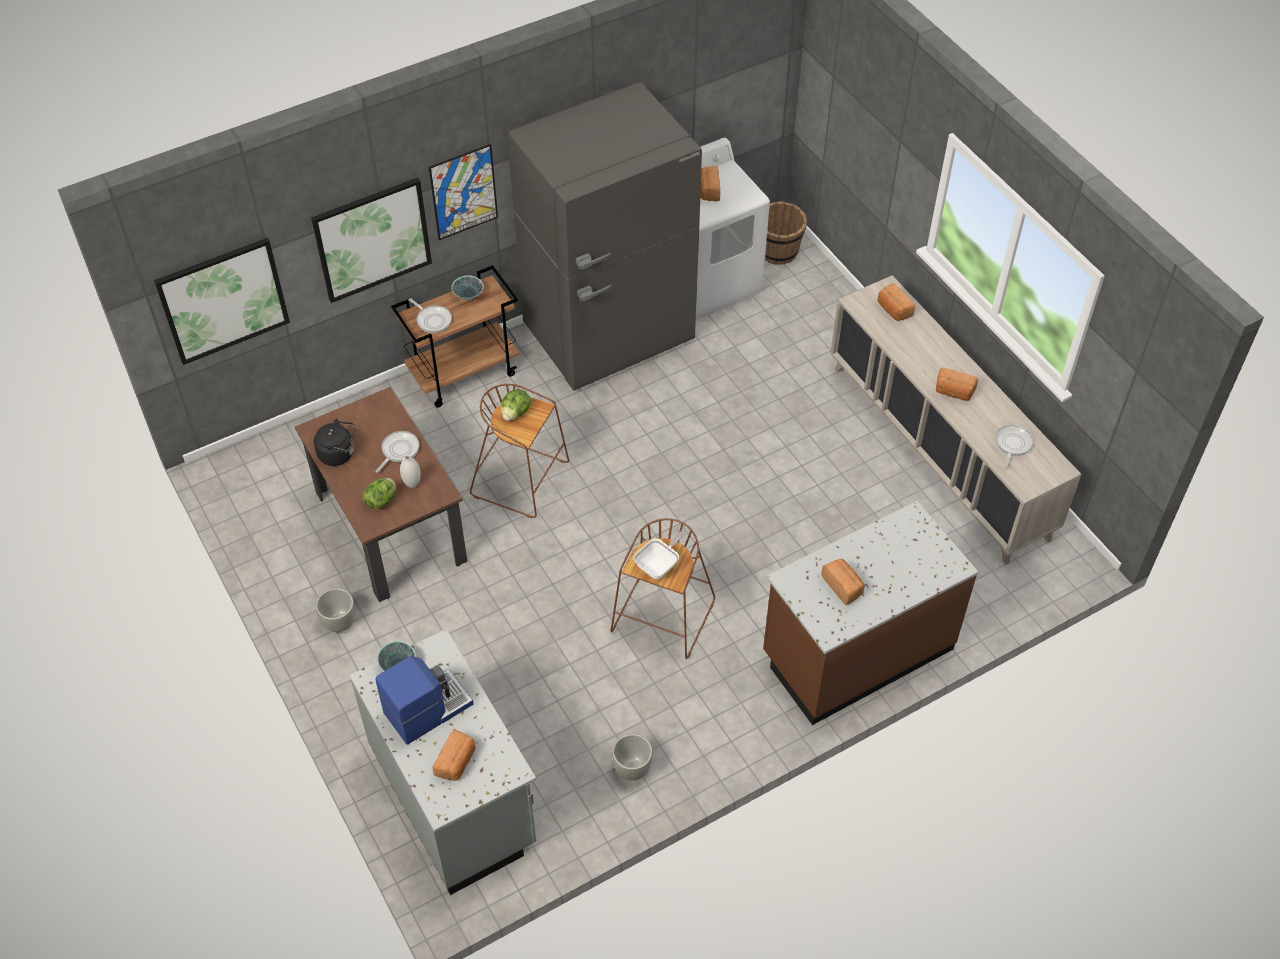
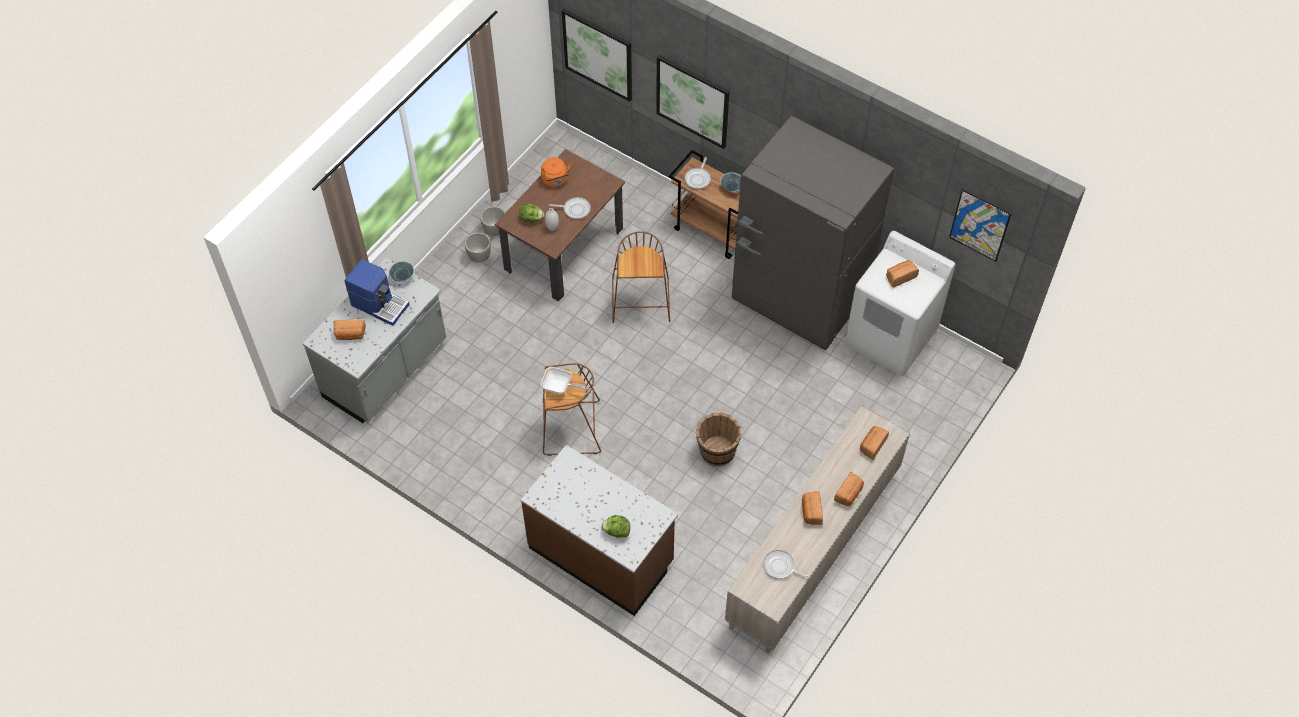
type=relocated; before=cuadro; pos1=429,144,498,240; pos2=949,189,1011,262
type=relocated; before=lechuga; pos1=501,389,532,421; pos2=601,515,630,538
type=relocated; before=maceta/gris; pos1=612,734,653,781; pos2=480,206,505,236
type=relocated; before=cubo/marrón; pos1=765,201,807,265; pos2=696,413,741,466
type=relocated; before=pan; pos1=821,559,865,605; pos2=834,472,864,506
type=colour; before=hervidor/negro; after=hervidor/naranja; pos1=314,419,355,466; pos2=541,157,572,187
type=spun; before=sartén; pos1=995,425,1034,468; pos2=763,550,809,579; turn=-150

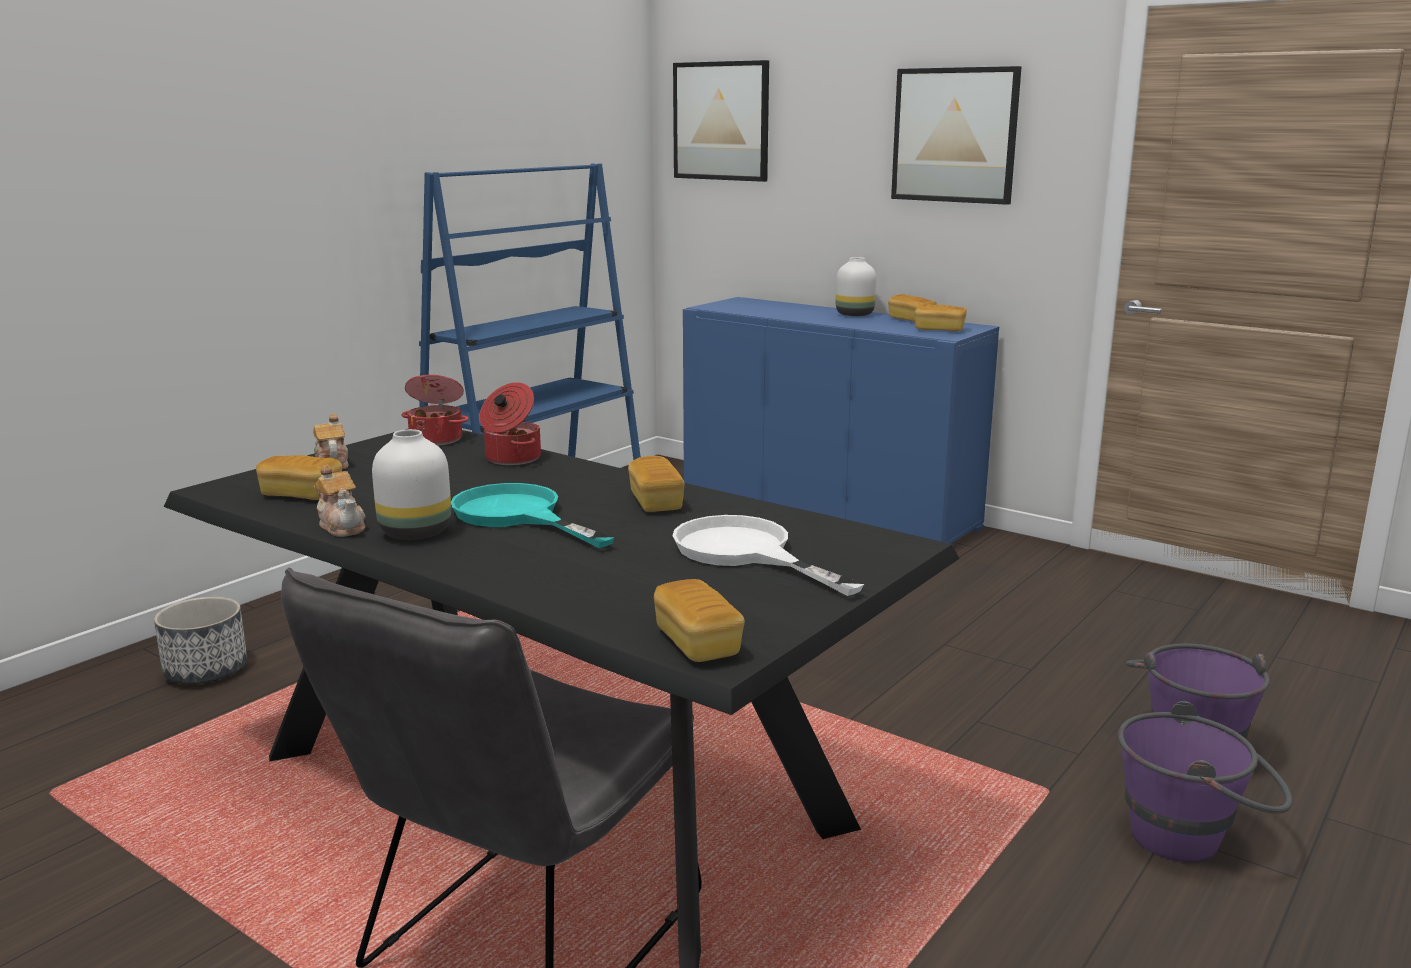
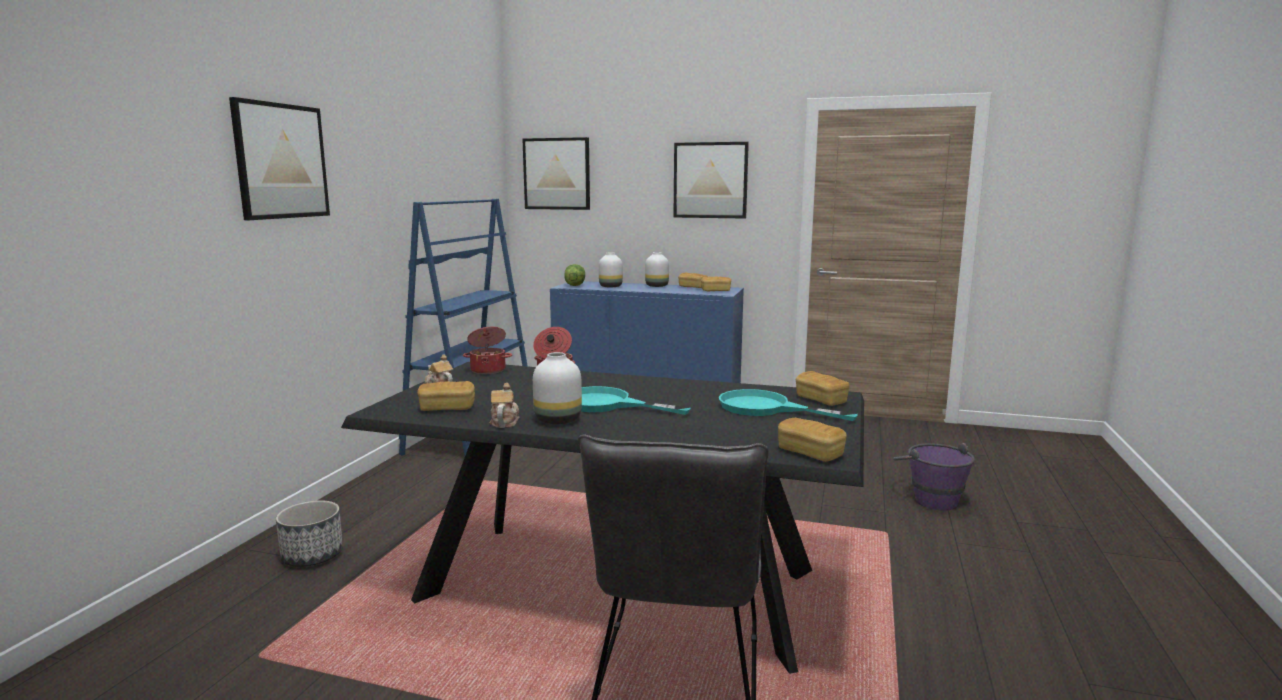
type=missing; before=cubo/morado; pos1=1118,701,1293,862
type=appeared; after=cuadro; pos2=229,97,330,220
type=appeared; after=lechuga; pos2=564,264,585,286
type=appeared; after=florero/blanco; pos2=599,253,623,287
type=relocated; before=pan; pos1=628,456,685,512; pos2=796,371,849,406
type=colour; before=sartén/blanco; after=sartén/turquesa; pos1=672,515,864,596; pos2=719,389,858,421
type=spun; before=tetera; pos1=314,464,366,537; pos2=490,383,519,428; turn=-120

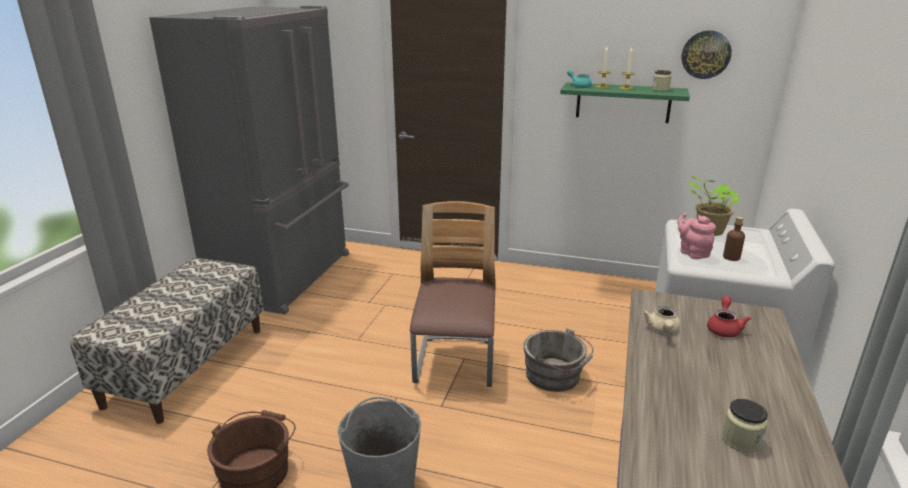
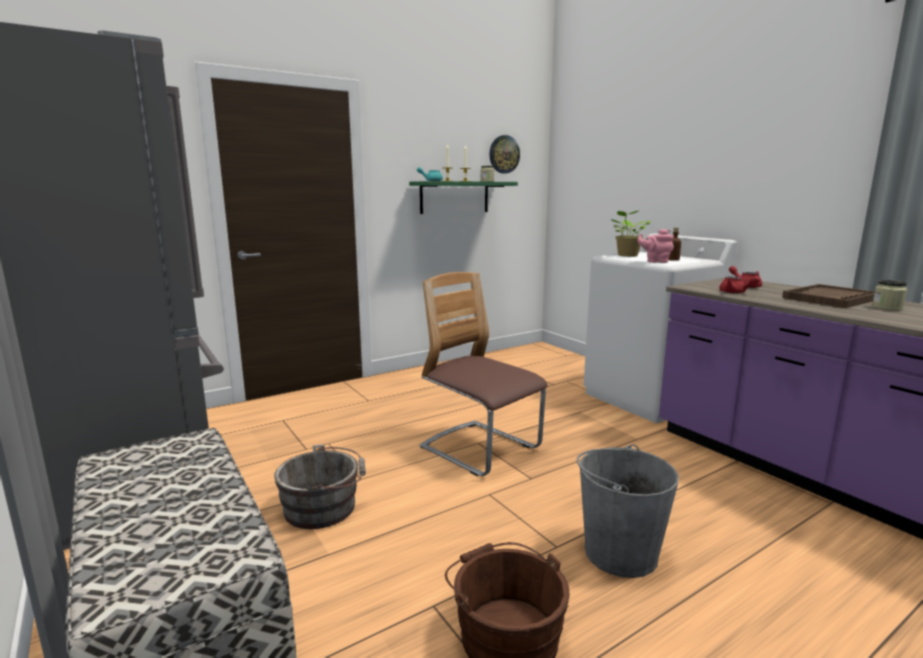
type=appeared; after=bandeja/marrón; pos2=782,284,875,308
type=relocated; before=cubo/gris; pos1=523,328,593,392; pos2=274,444,366,529
type=colour; before=tetera/beis; after=tetera/rojo; pos1=642,306,680,334; pos2=719,276,760,293

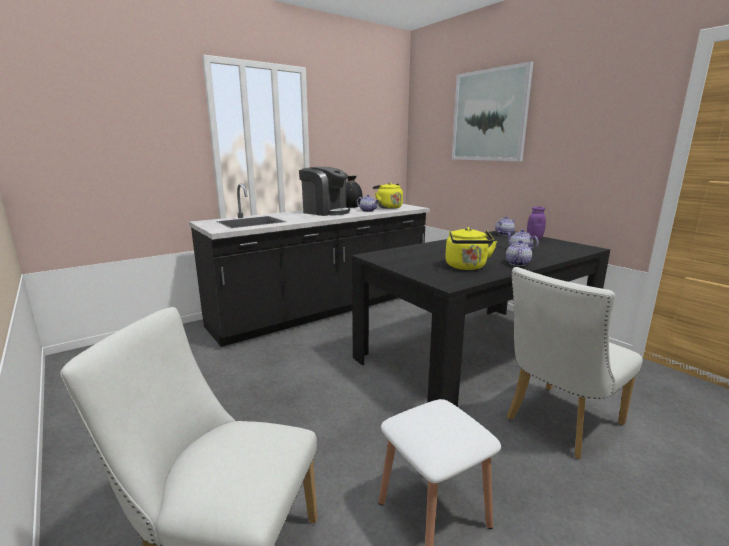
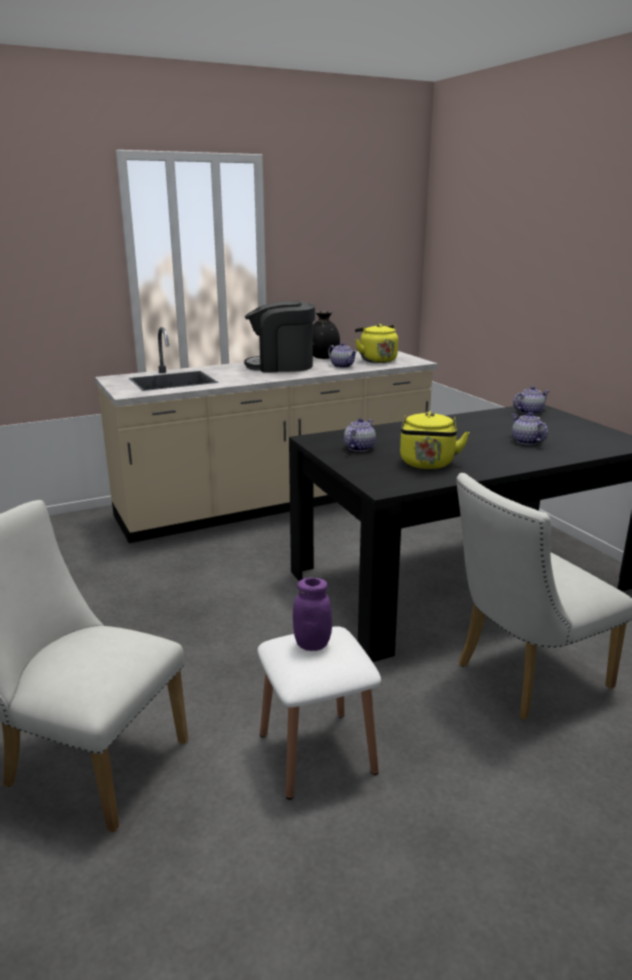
type=missing; before=cuadro; pos1=452,61,533,161
type=relocated; before=tetera; pos1=506,240,532,266; pos2=344,418,376,452
type=relocated; before=tarro/morado; pos1=527,207,546,239; pos2=293,578,332,651
type=colour; before=mueble bajo de cocina/negro; after=mueble bajo de cocina/beis; pos1=189,184,430,347; pos2=95,327,438,543
type=spun; before=cafetera; pos1=299,167,350,216; pos2=244,301,315,372; turn=135

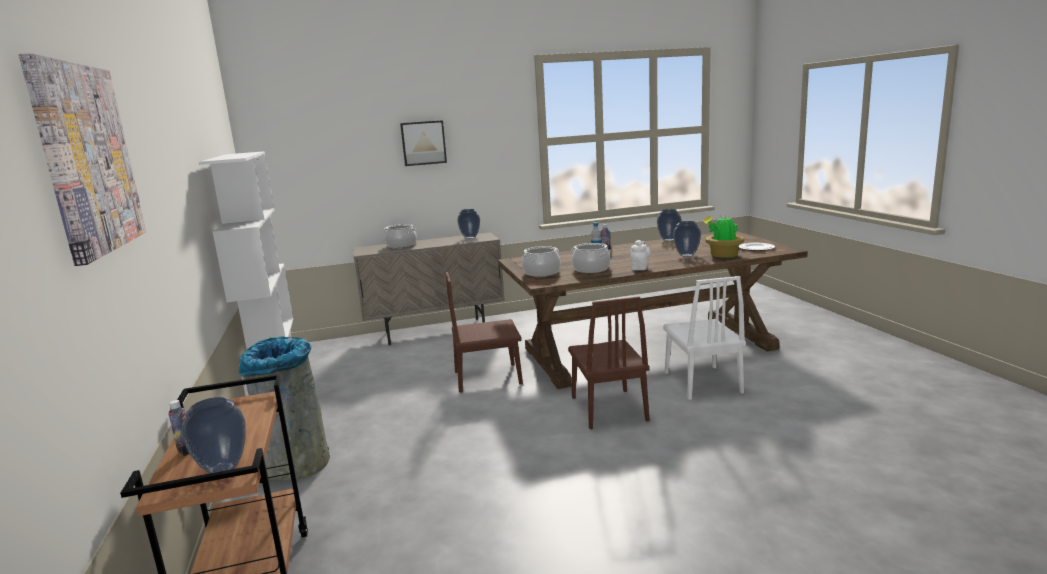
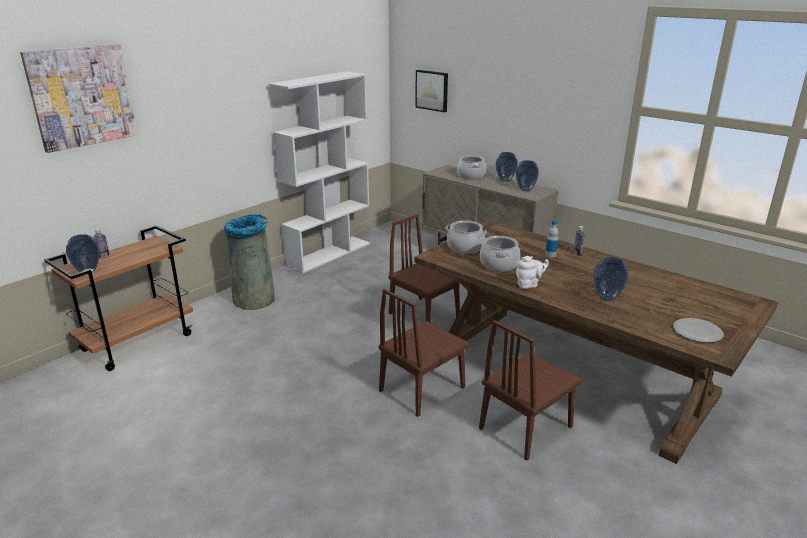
type=missing; before=planta en maceta; pos1=704,213,744,258
type=relocated; before=cuadro; pos1=400,120,447,166; pos2=415,70,448,112
type=relocated; before=florero; pos1=657,209,682,241; pos2=496,152,518,182
type=colour; before=silla/blanco; after=silla/marrón; pos1=663,276,746,400; pos2=479,320,582,461

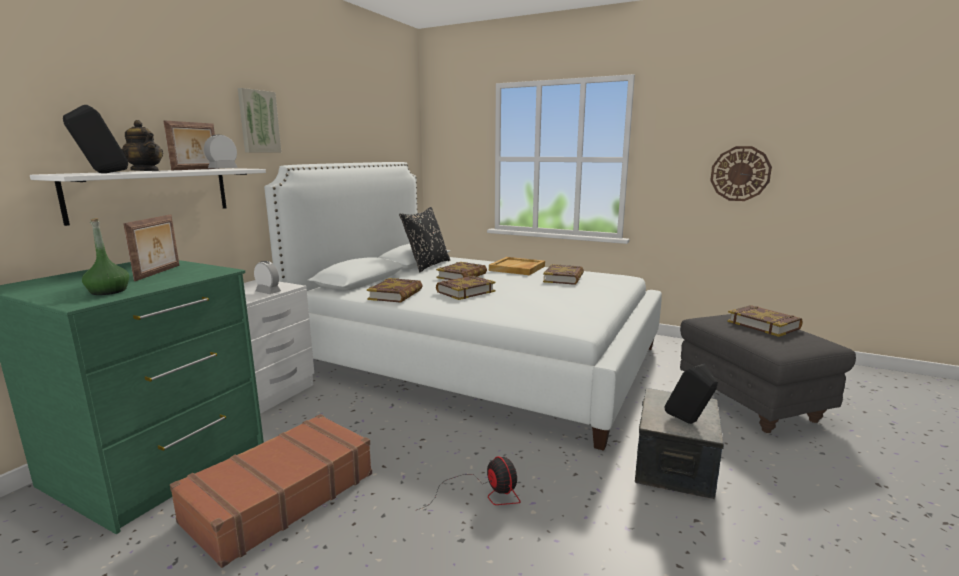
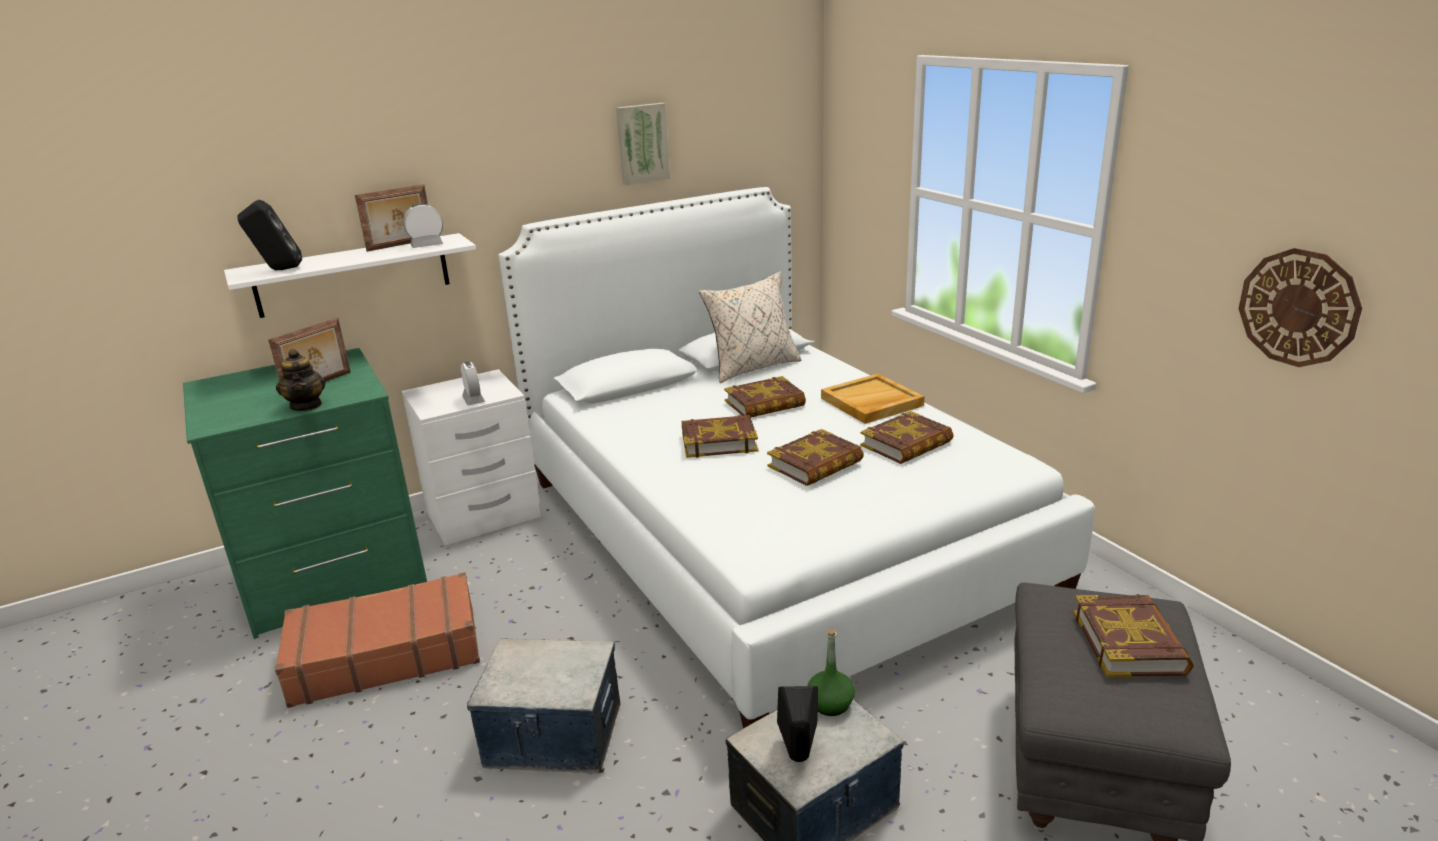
type=relocated; before=botella/verde; pos1=82,218,129,295; pos2=808,628,855,716
type=relocated; before=tetera; pos1=121,120,163,171; pos2=276,349,326,411
type=relocated; before=cuadro; pos1=238,88,281,152; pos2=616,103,670,185
type=relocated; before=libro; pos1=367,278,423,303; pos2=767,429,864,486
type=exchanged; before=ventilador; after=caja de almacenaje; pos1=417,456,520,510; pos2=467,639,621,773
type=colour; before=cojín/negro; after=cojín/beis; pos1=399,207,450,272; pos2=699,271,801,383

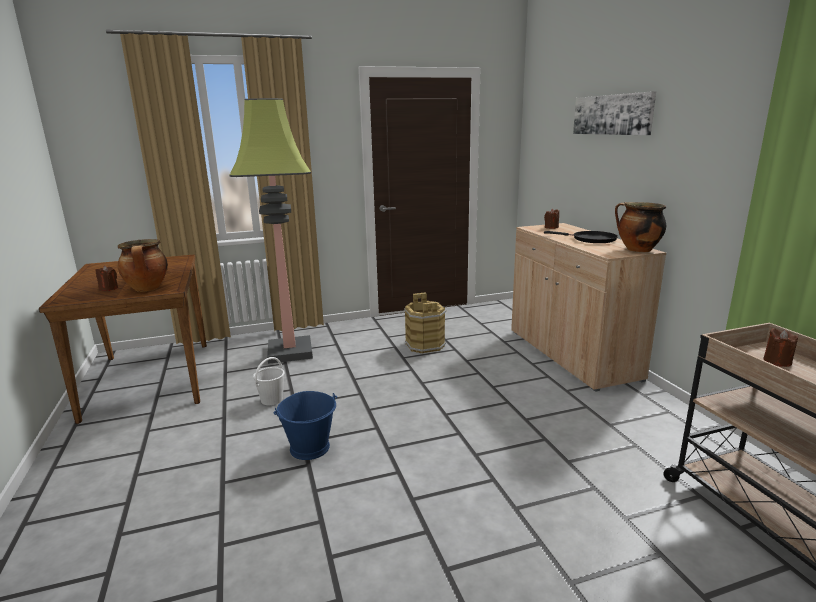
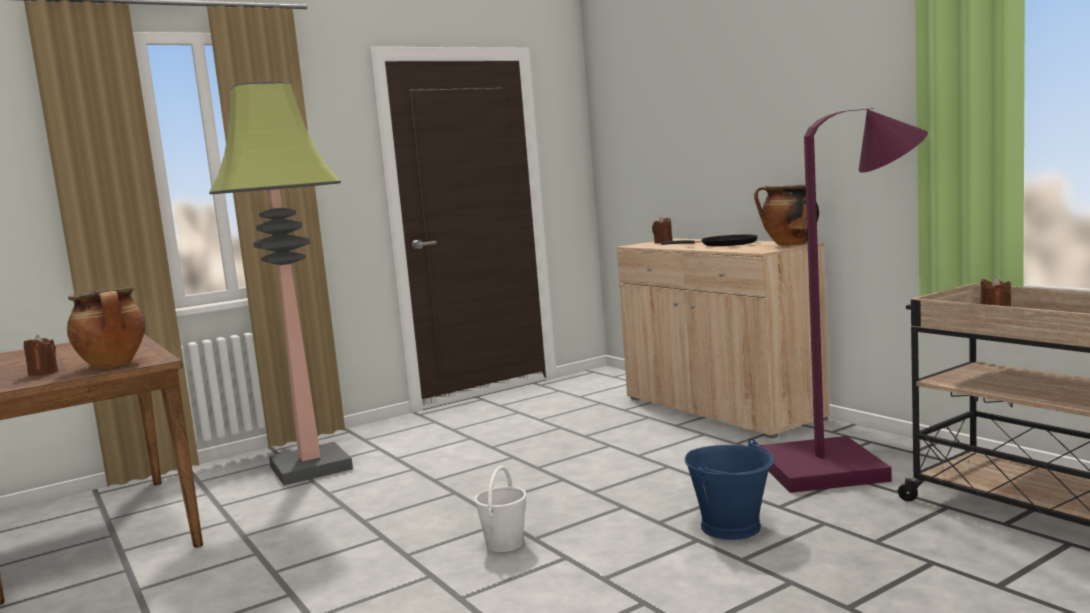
type=missing; before=cubo/marrón; pos1=404,292,446,353
type=missing; before=cuadro; pos1=573,91,656,135
type=appeared; after=lámpara de pie/morado; pos2=756,108,928,493
type=relocated; before=cubo/blanco; pos1=253,357,284,405; pos2=474,466,527,552
type=relocated; before=cubo/azul; pos1=274,391,337,460; pos2=685,438,774,540

